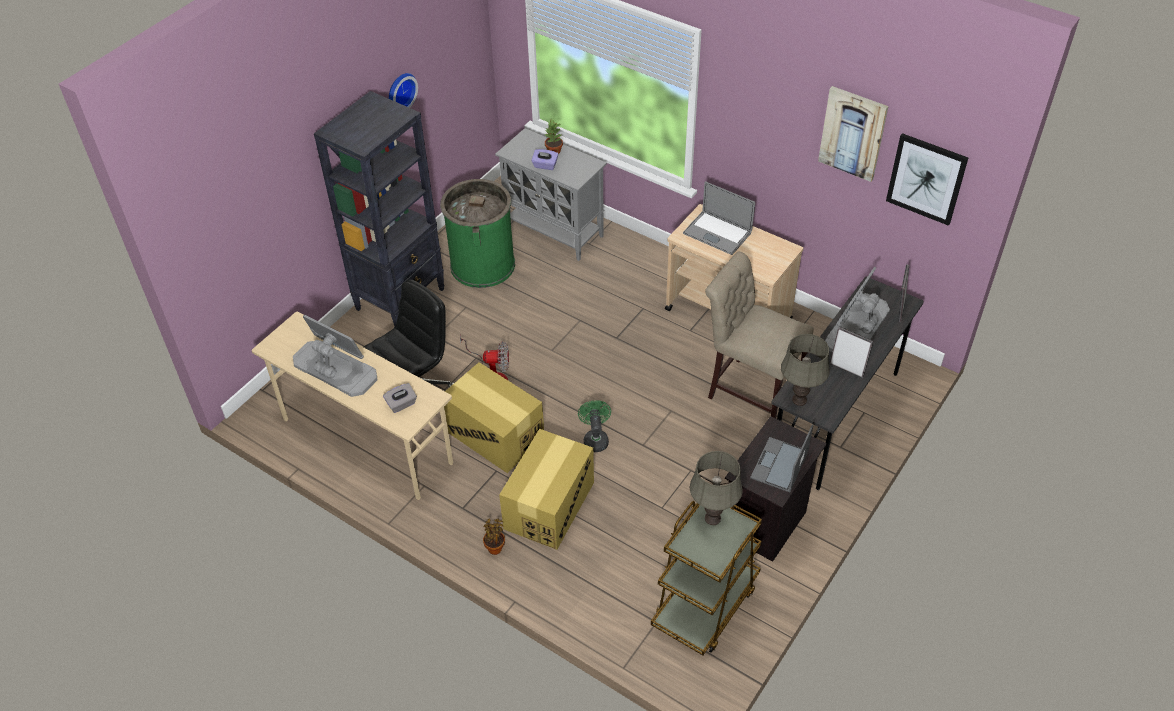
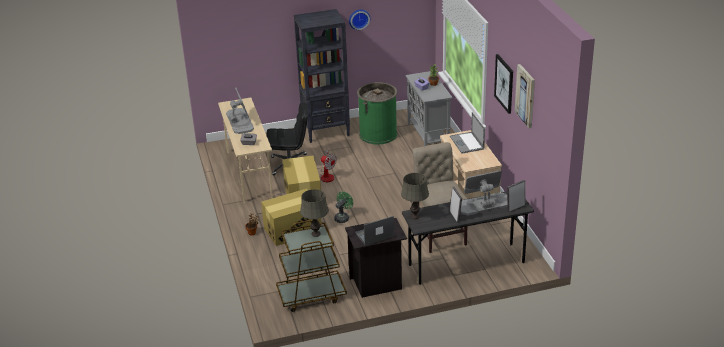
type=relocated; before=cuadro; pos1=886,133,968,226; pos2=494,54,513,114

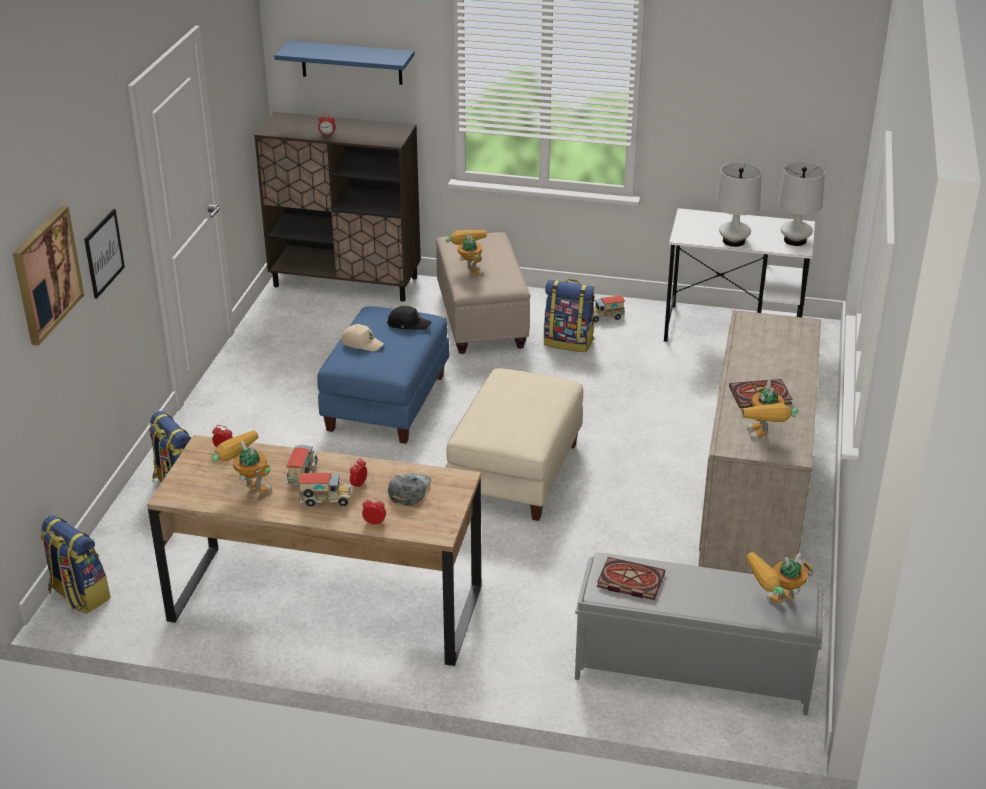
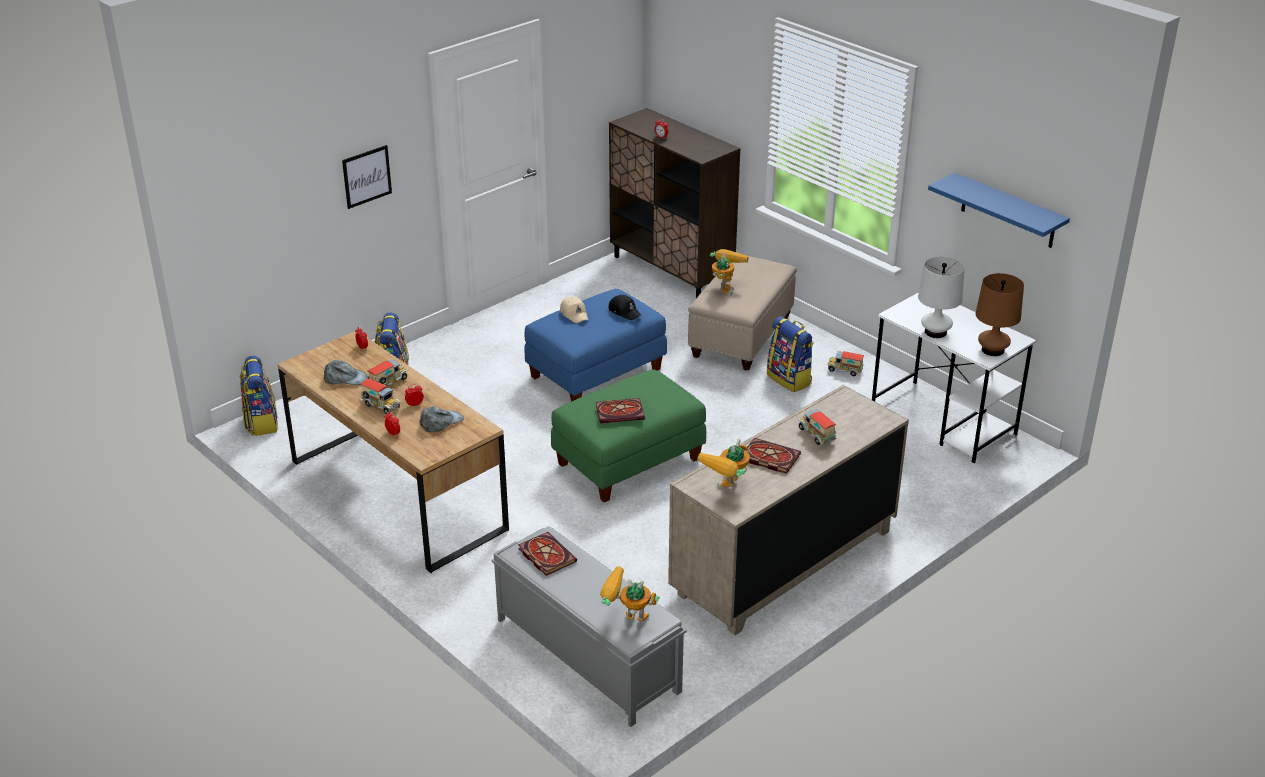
type=missing; before=cuadro; pos1=13,206,84,346
type=appeared; after=libro; pos2=596,398,645,423
type=appeared; after=camión de juguete; pos2=798,409,837,445
type=relocated; before=estante/azul; pos1=274,41,414,85; pos2=928,173,1070,248
type=exchanged; before=robot de juguete; after=gorra/gris; pos1=211,430,272,493; pos2=324,360,368,385
type=colour; before=puf/beis; after=puf/verde; pos1=445,368,583,521; pos2=551,370,706,502
type=colour; before=lámpara de mesa/blanco; after=lámpara de mesa/marrón; pos1=777,162,825,246; pos2=976,273,1024,356

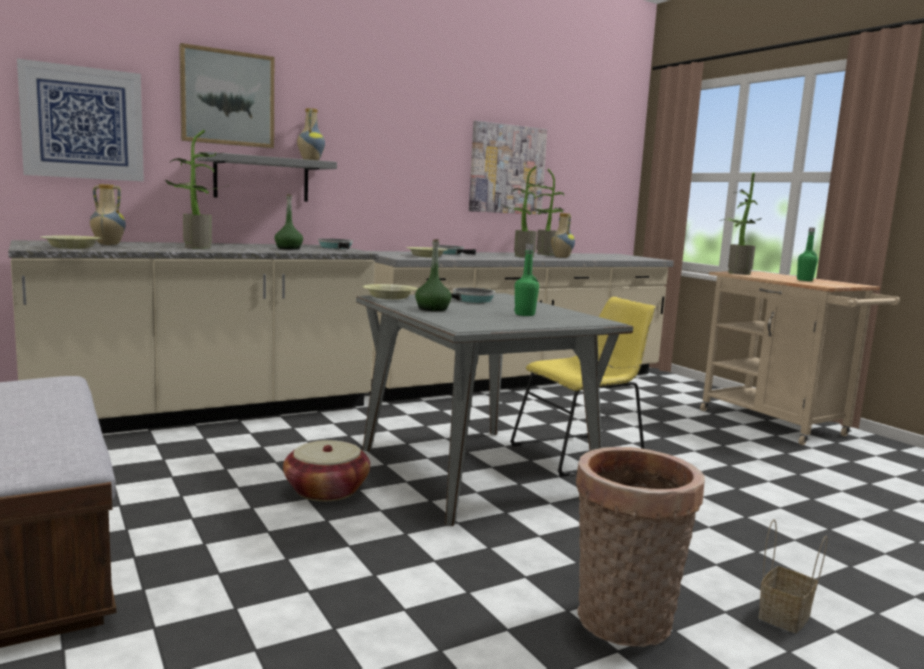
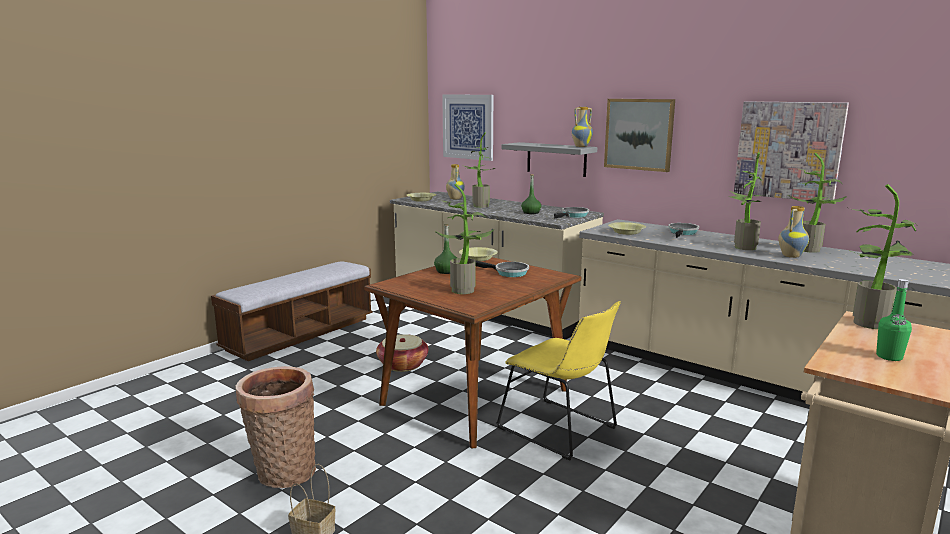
type=relocated; before=cuadro; pos1=179,43,274,148; pos2=604,99,675,172
type=exchanged; before=botella/verde; after=planta en maceta; pos1=514,244,539,316; pos2=435,183,494,294
type=colour; before=mesa de comedor/gris; after=mesa de comedor/marrón; pos1=356,293,633,526; pos2=364,257,581,448

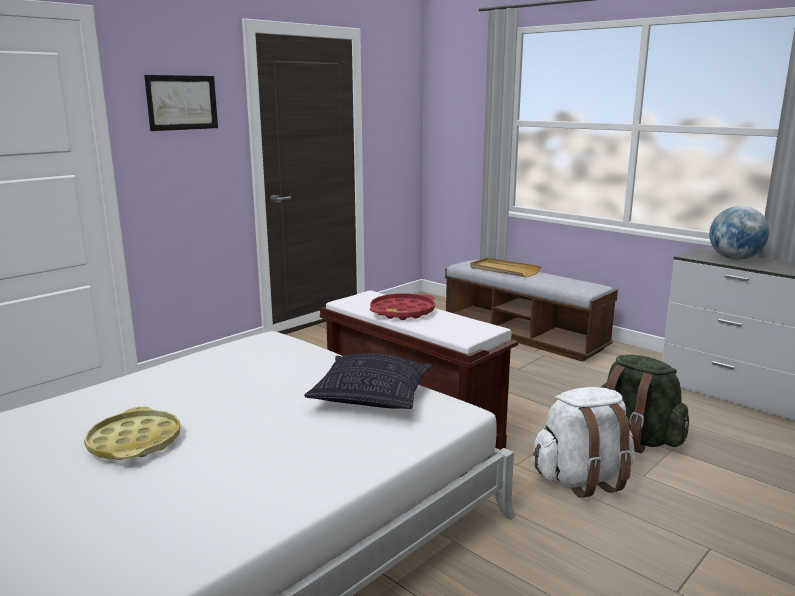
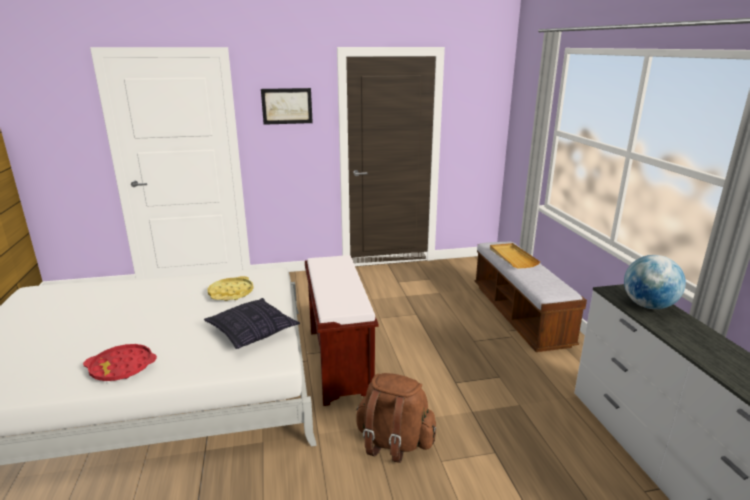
type=missing; before=mochila/verde; pos1=601,355,689,453
type=relocated; before=bandeja/amarillo; pos1=84,407,180,460; pos2=208,276,254,301
type=relocated; before=bandeja/rojo; pos1=370,293,435,320; pos2=83,344,157,381
type=colour; before=mochila/blanco; after=mochila/marrón; pos1=532,387,635,498; pos2=356,373,436,463

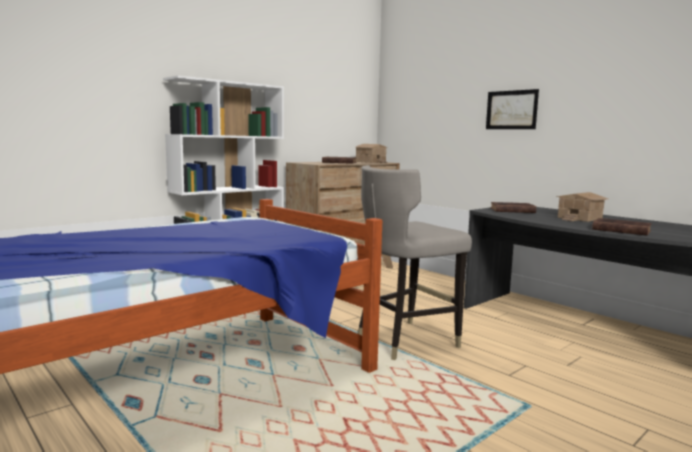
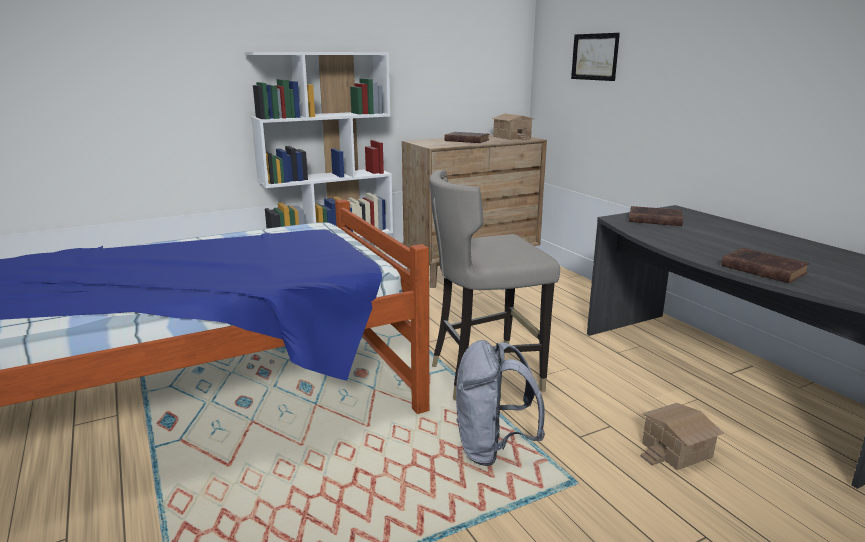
type=appeared; after=mochila/gris; pos2=456,340,545,466
type=relocated; before=cuadro; pos1=486,89,539,129; pos2=571,33,620,81
type=relocated; before=casita; pos1=556,192,608,222; pos2=641,403,724,470

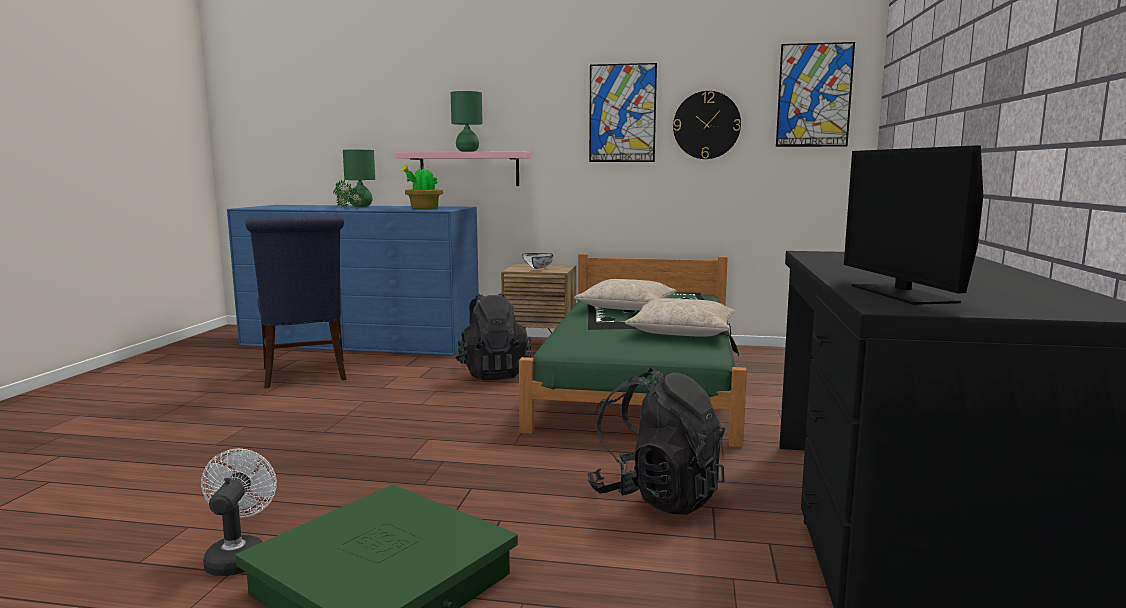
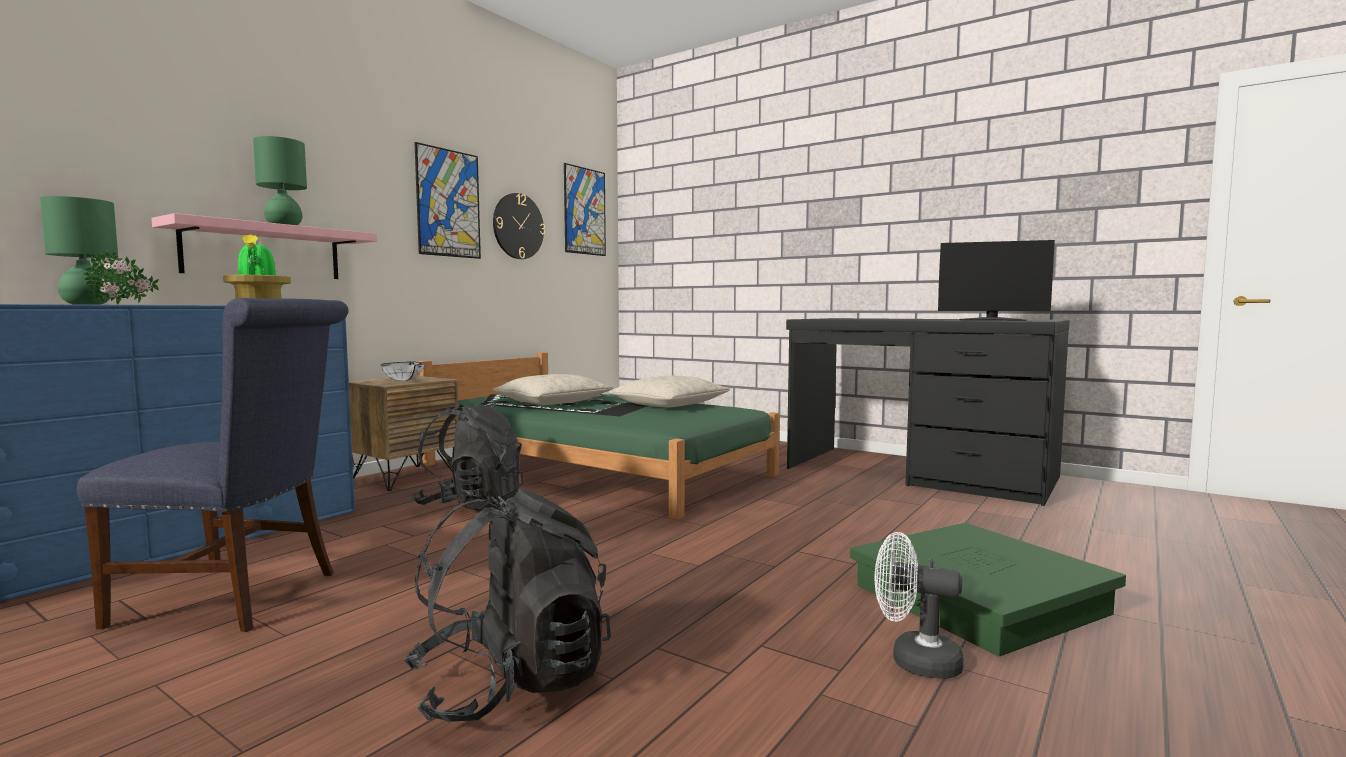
type=relocated; before=mochila/negro; pos1=587,368,725,515; pos2=403,488,611,722

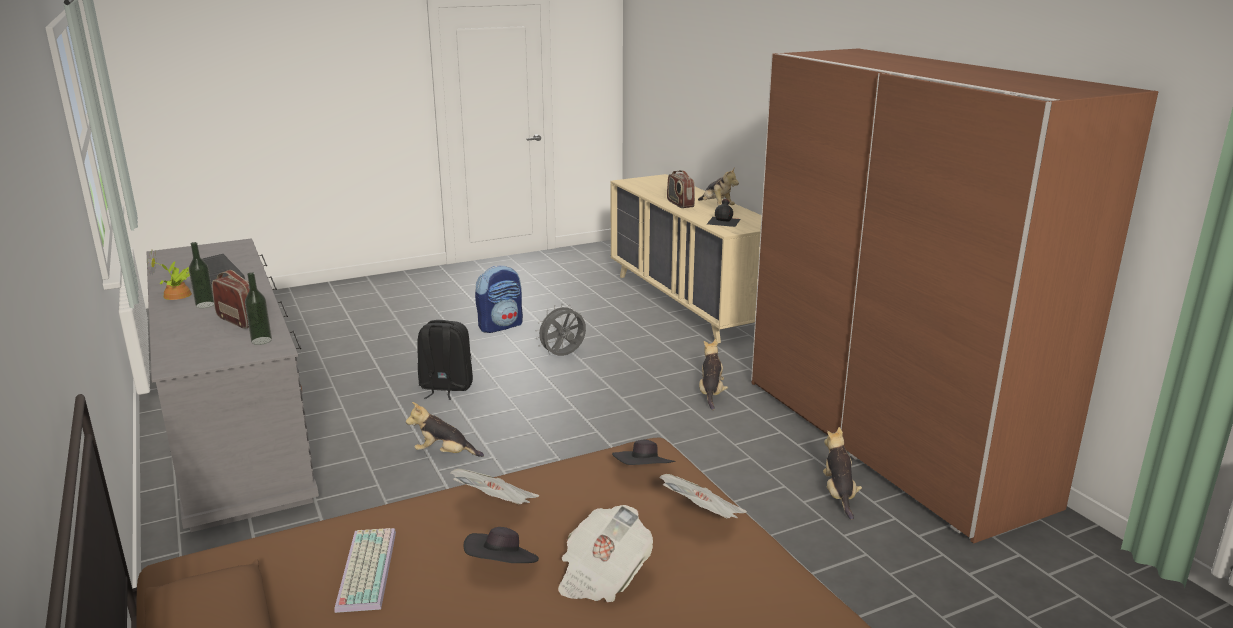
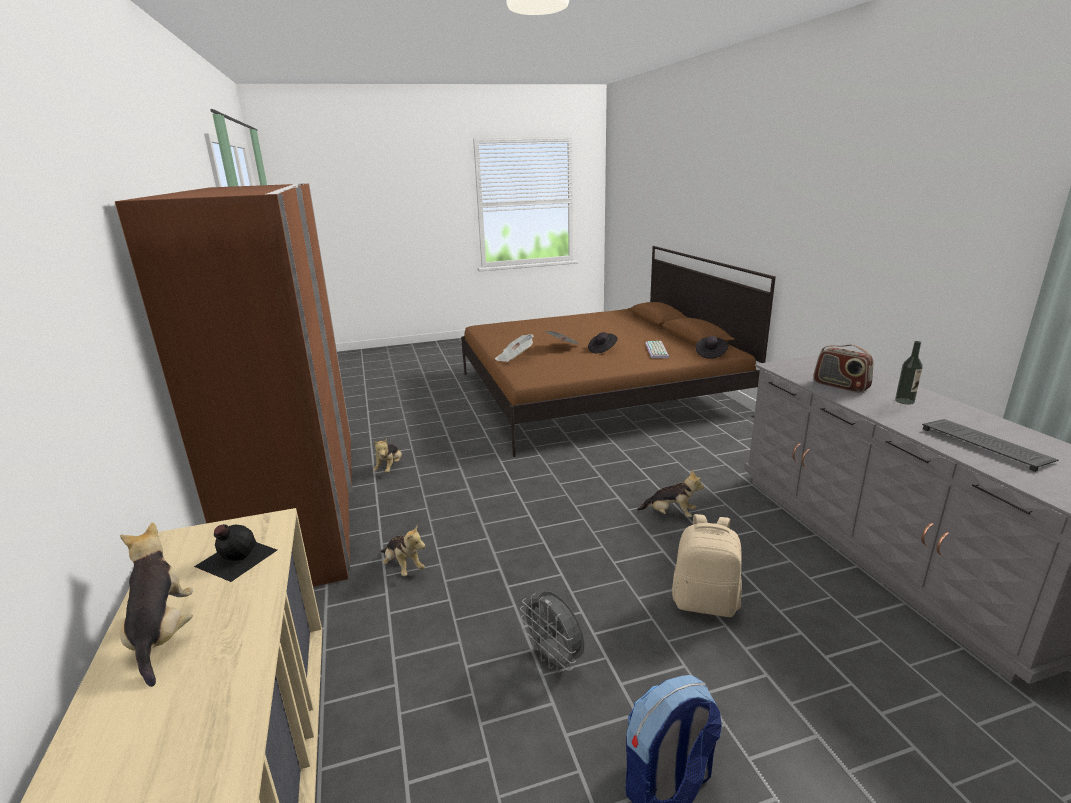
type=missing; before=planta en maceta; pos1=147,250,192,300
type=missing; before=botella; pos1=245,272,272,345
type=missing; before=periódico; pos1=450,469,539,504
type=missing; before=radio; pos1=667,170,695,208
type=relocated; before=sombrero/negro; pos1=612,439,676,465; pos2=696,336,728,359
type=colour; before=mochila/negro; after=mochila/beis; pos1=417,320,473,400; pos2=672,514,742,617
type=spun; before=ventilador/gris; pos1=536,304,586,356; pos2=520,591,584,673; turn=75
type=spun; before=peluche; pos1=699,339,728,410; pos2=381,526,426,576; turn=-60

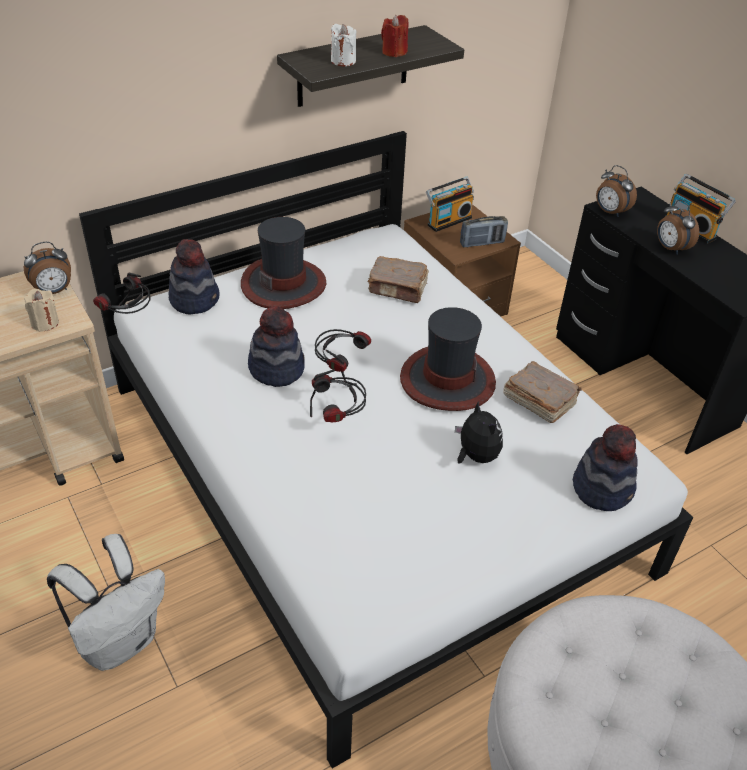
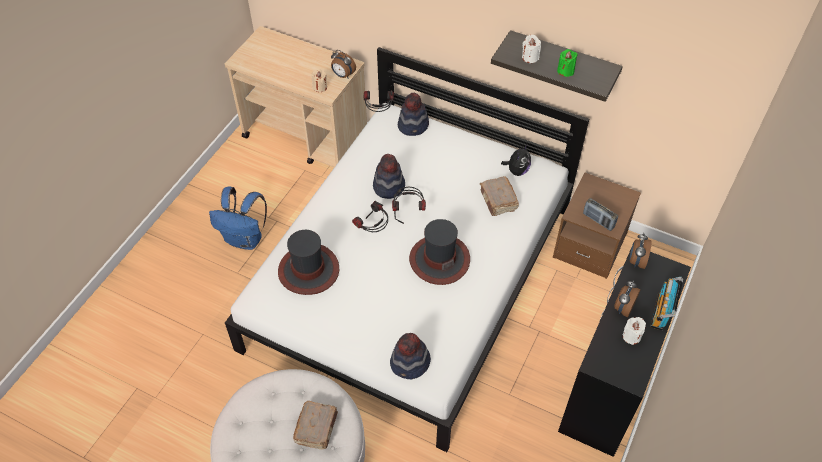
type=missing; before=radio; pos1=426,177,474,232
type=appeared; after=vela/blanco; pos2=623,317,646,345
type=relocated; before=sombrero; pos1=241,217,326,309; pos2=278,230,339,295
type=relocated; before=peluche; pos1=455,401,503,464; pos2=501,145,531,176
type=relocated; before=libro/marrón; pos1=504,361,582,423; pos2=293,401,338,450
type=colour; before=mochila/blanco; after=mochila/azul; pos1=47,534,165,671; pos2=209,187,267,250
type=colour; before=vela/rojo; after=vela/verde; pos1=381,15,408,57; pos2=557,49,578,77

